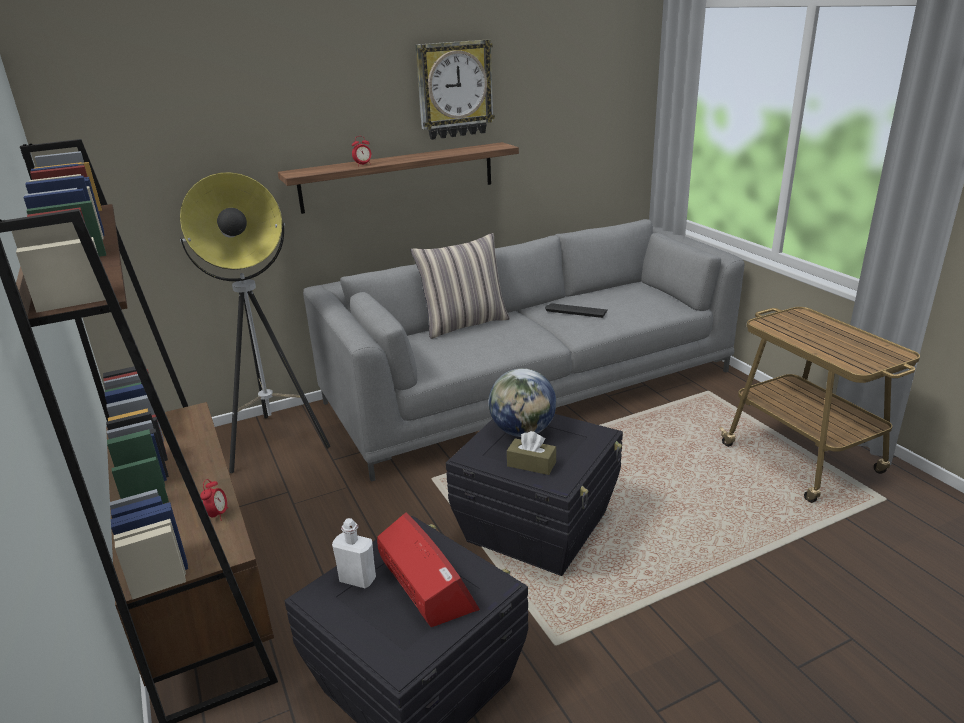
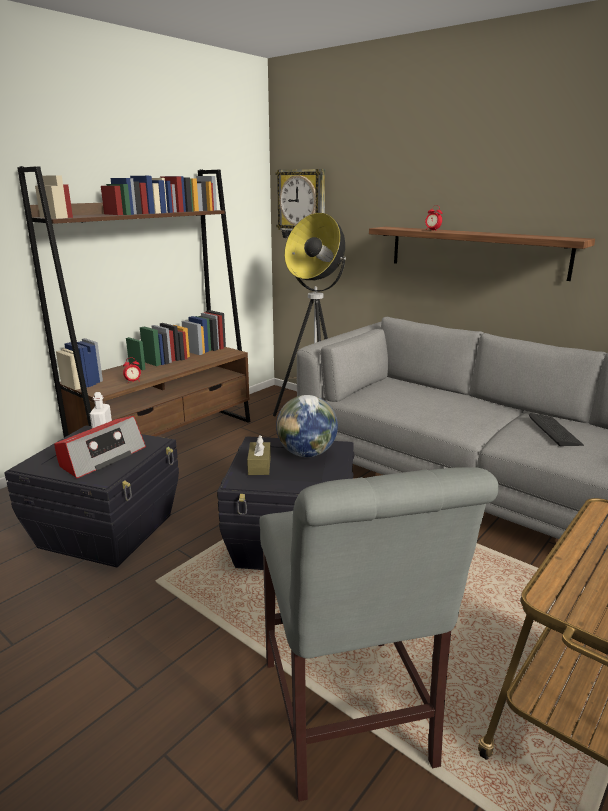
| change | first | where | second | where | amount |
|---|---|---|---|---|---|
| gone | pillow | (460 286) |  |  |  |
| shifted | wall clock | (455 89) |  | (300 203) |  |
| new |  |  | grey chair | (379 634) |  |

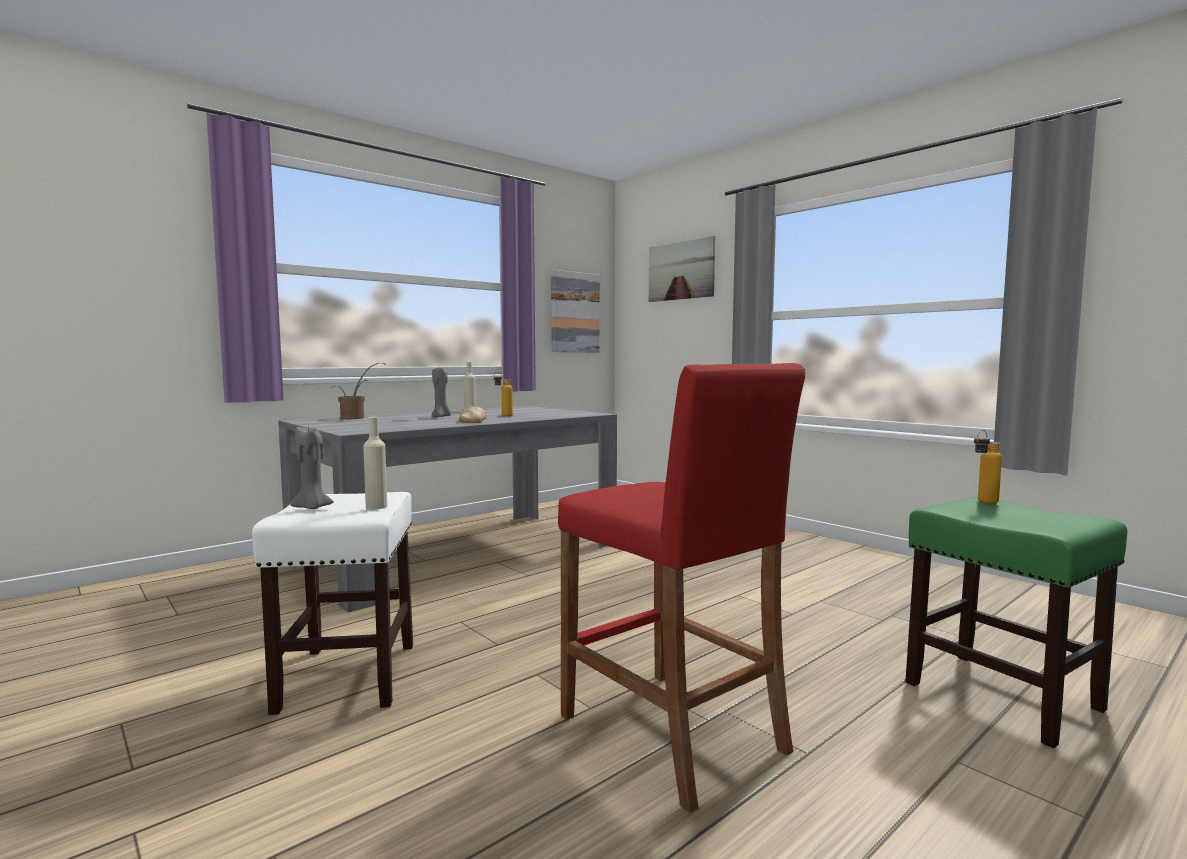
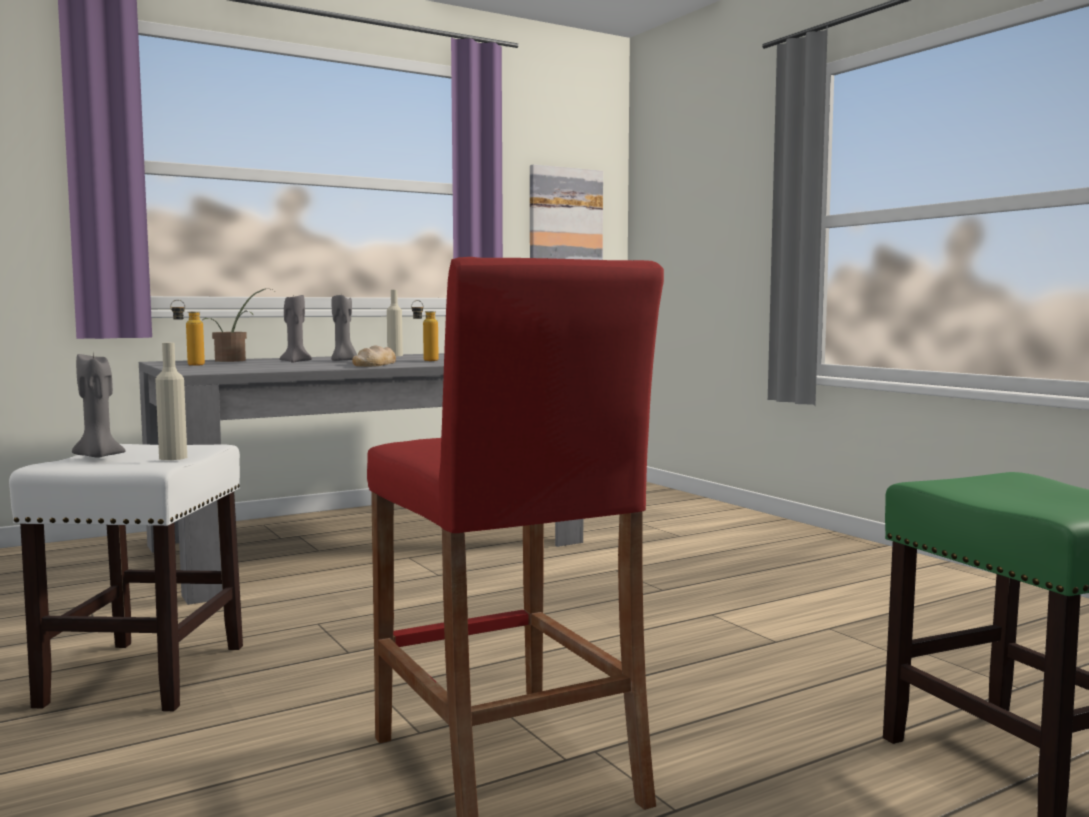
| change | first | where | second | where | amount |
|---|---|---|---|---|---|
| gone | picture | (682 269) |  |  |  |
| shifted | bottle | (988 466) |  | (187 333) |  |
| new |  |  | grey candle | (295 329) |  |

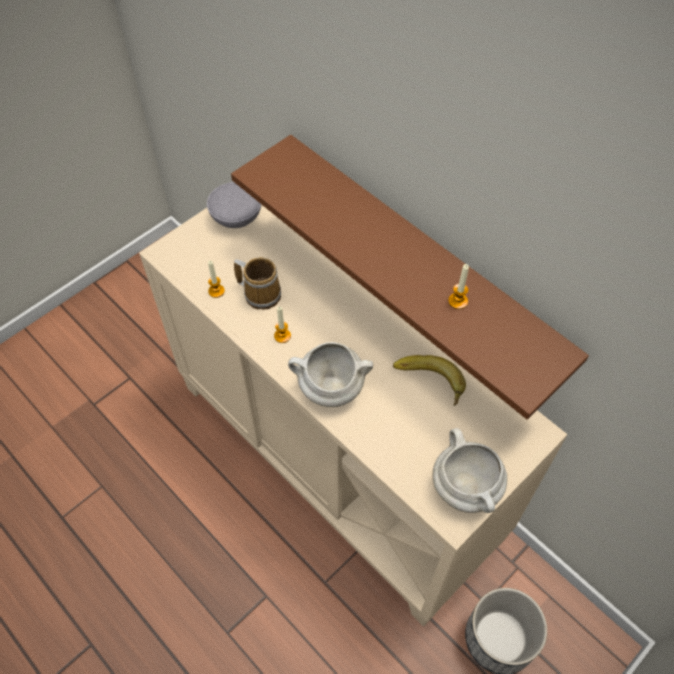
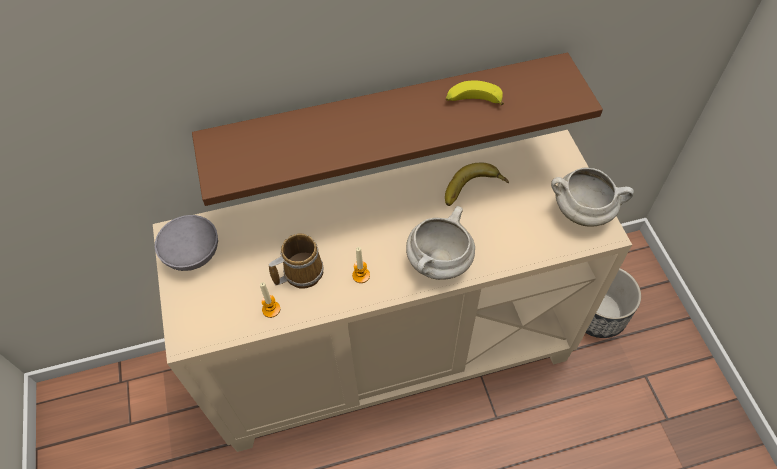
| change | first | where | second | where | amount |
|---|---|---|---|---|---|
| swapped | candle | (458 286) | banana | (475 93) |  |

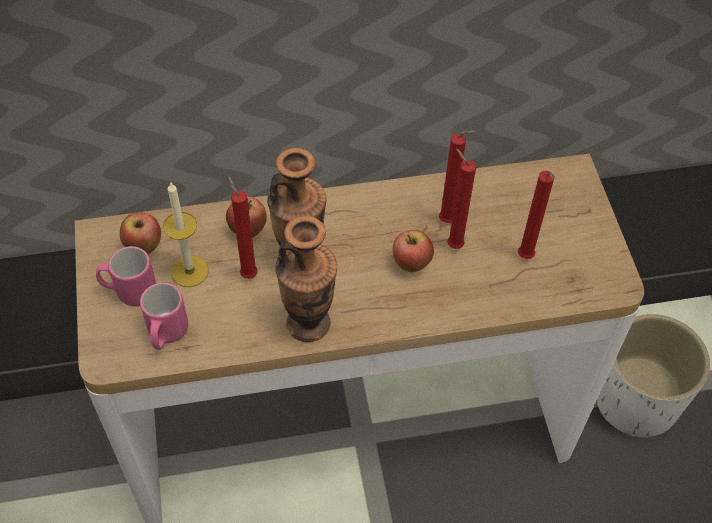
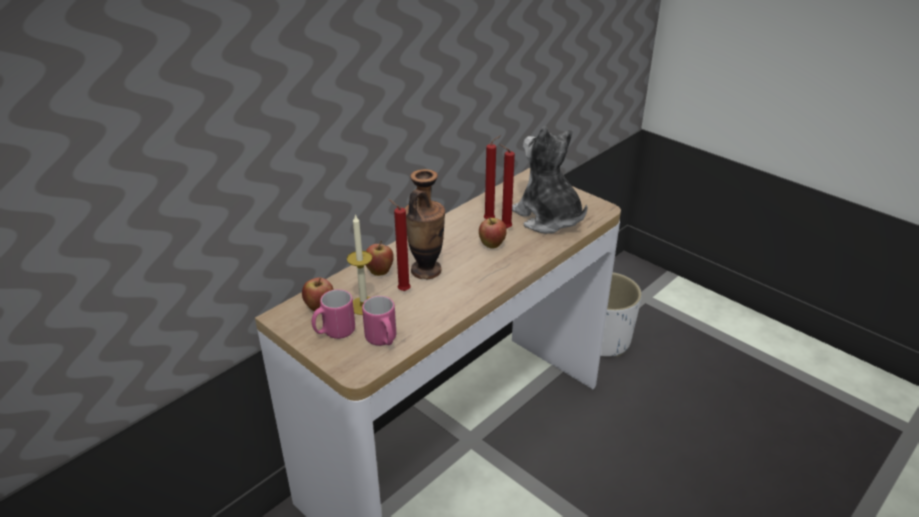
| change | first | where | second | where | amount |
|---|---|---|---|---|---|
| gone | vase | (306 279) |  |  |  |
| swapped | red candle | (536 215) | plush toy | (549 180) |  |

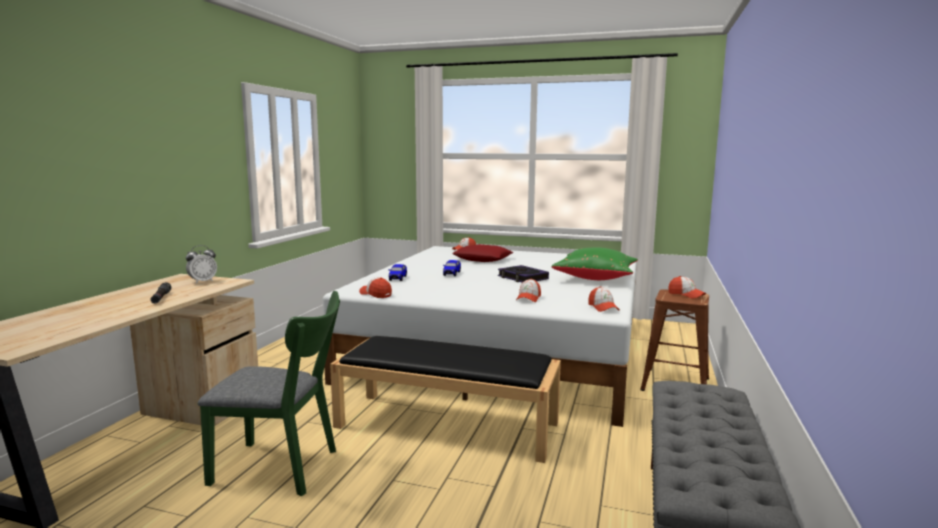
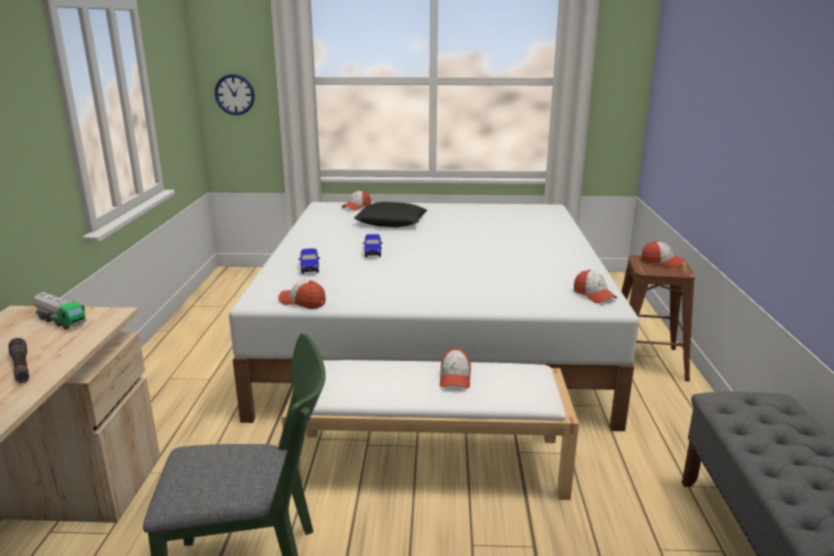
| change | first | where | second | where | amount |
|---|---|---|---|---|---|
| swapped | alarm clock | (201 264) | toy truck | (59 310) |  |
| repainted | black bench | (445 399) | white bench | (430 430) |  |
| repainted | red pillow | (482 253) | black pillow | (391 214) |  |
| gone | book | (523 274) |  |  |  |
| shifted | cap | (528 290) |  | (455 368) |  |
| gone | green pillow | (595 263) |  |  |  |
| new |  |  | wall clock | (235 94) |  |

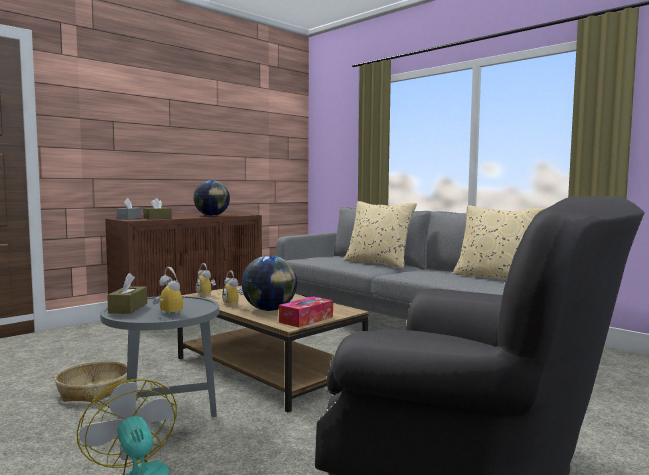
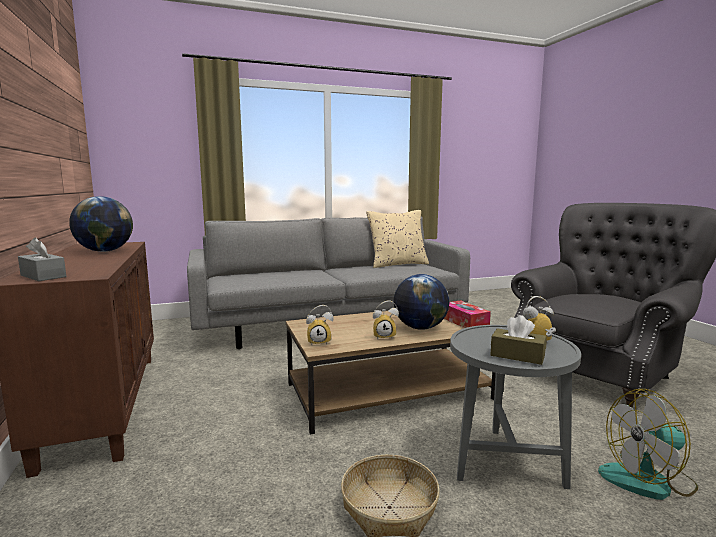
| change | first | where | second | where | amount |
|---|---|---|---|---|---|
| gone | brown tissue box | (157 209) |  |  |  |
| gone | beige pillow | (380 235) |  |  |  |

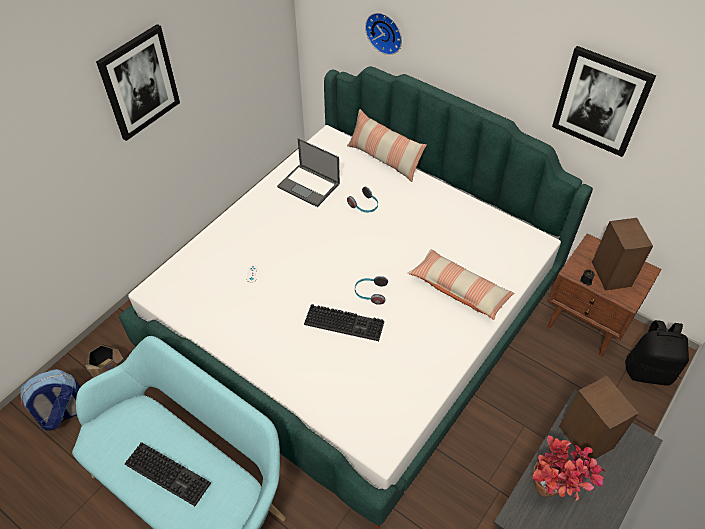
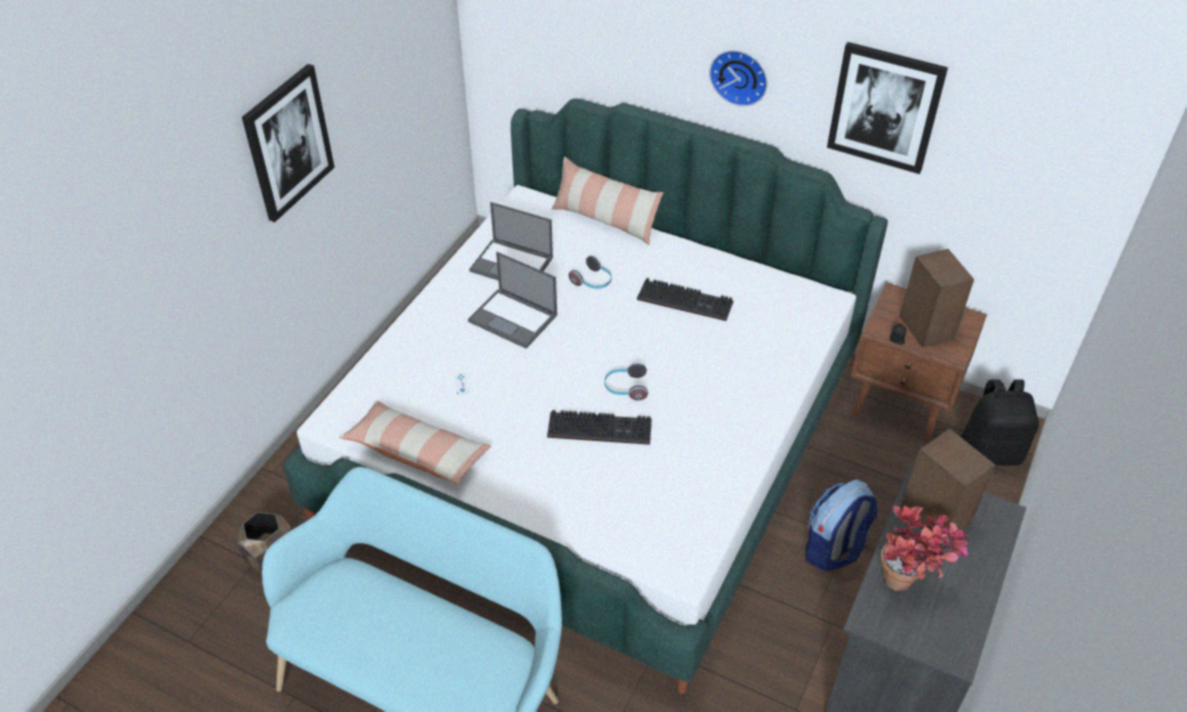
| change | first | where | second | where | amount |
|---|---|---|---|---|---|
| shifted | backpack | (50 400) |  | (841 525) |  |
| shifted | keyboard | (168 474) |  | (685 299) |  |
| shifted | wall clock | (383 34) |  | (738 78) |  |
| shifted | pillow | (461 284) |  | (415 443) |  |
| new |  |  | laptop | (512 300) |  |

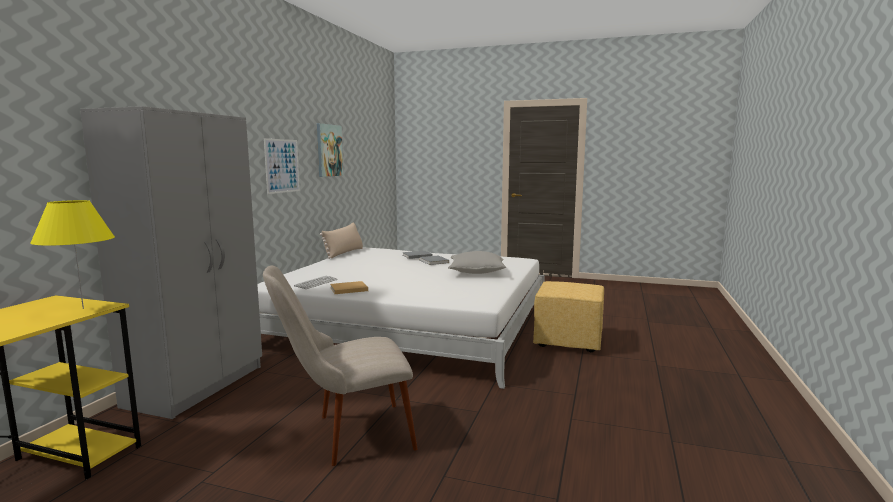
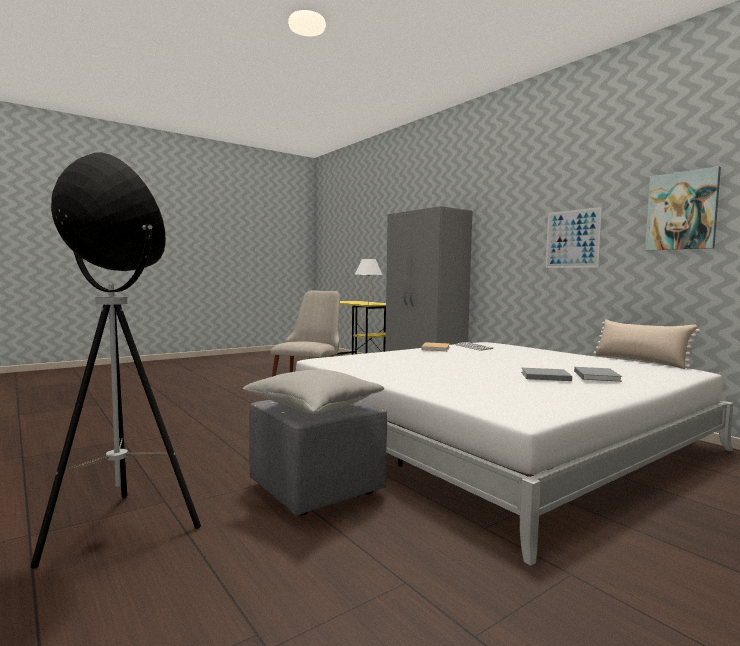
| change | first | where | second | where | amount |
|---|---|---|---|---|---|
| repainted | yellow table lamp | (72 254) | white table lamp | (368 277) |  |
| shifted | grey pillow | (477 262) |  | (313 391) |  |
| repainted | yellow ottoman | (568 316) | grey ottoman | (318 458) |  |
| new |  |  | floor lamp | (115 360) |  |

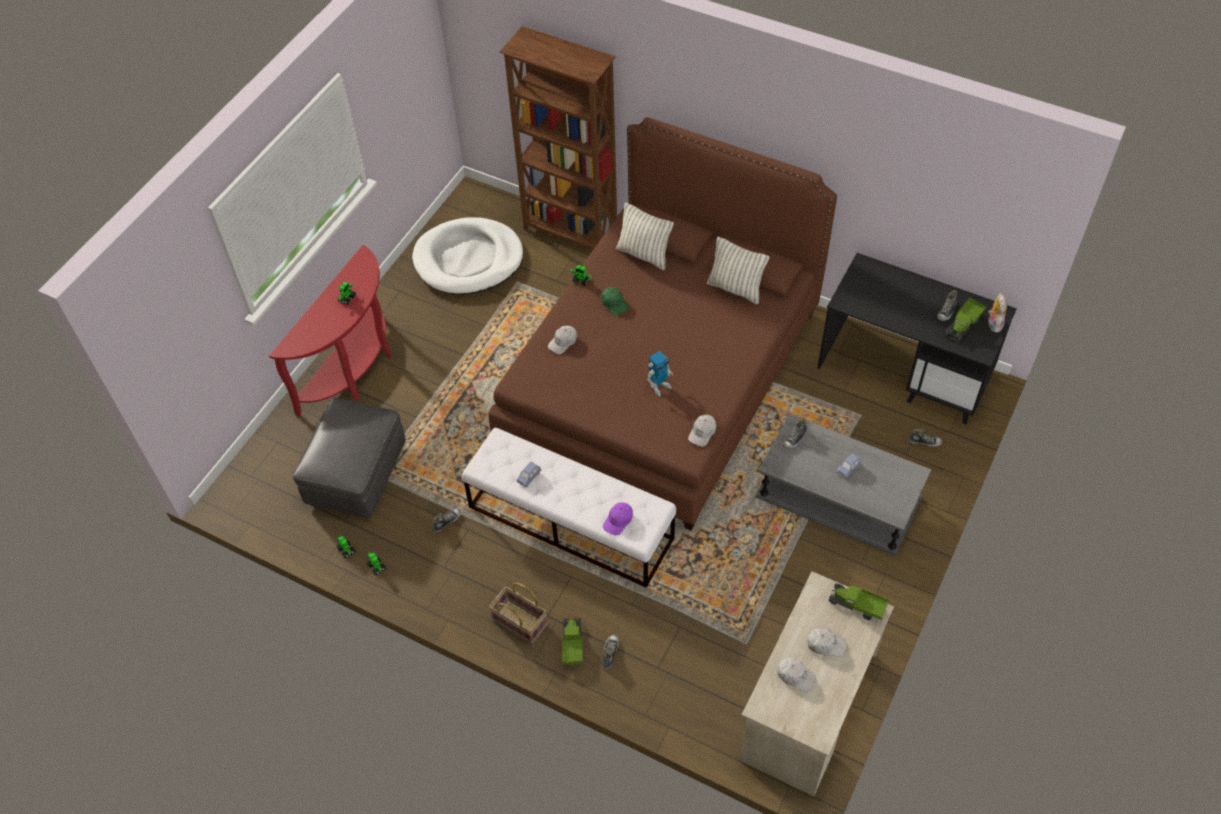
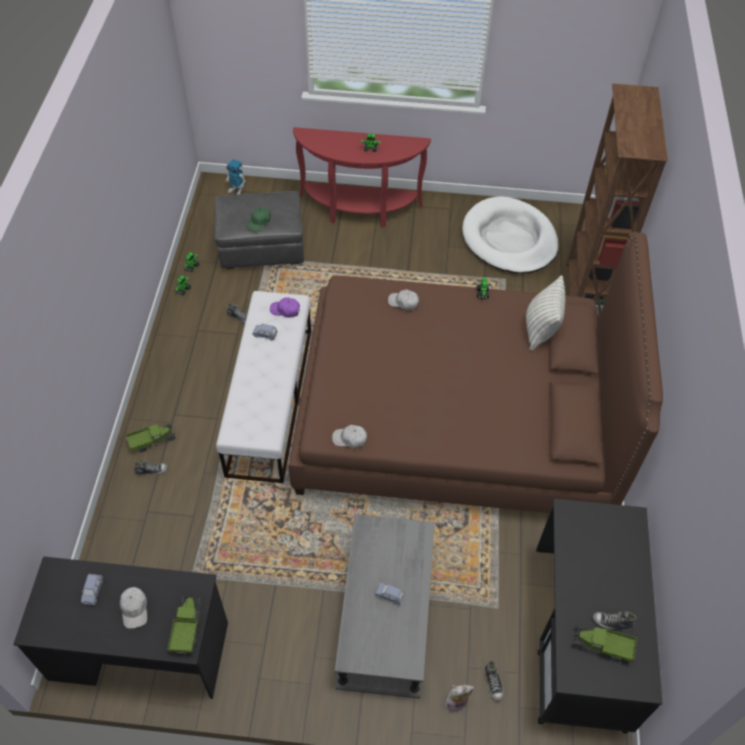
| change | first | where | second | where | amount |
|---|---|---|---|---|---|
| gone | basket | (518 613) |  |  |  |
| shifted | green cap | (615 301) |  | (259 219) |  |
| shifted | purple cap | (618 519) |  | (285 307) |  |
| shifted | toy robot | (660 374) |  | (236 177) |  |
| gone | pillow | (738 270) |  |  |  |
| repainted | beige desk | (817 684) | black desk | (120 627) |  |
| swapped | white cap | (796 675) | blue toy car | (92 589) |  |
| gone | shoe | (795 434) |  |  |  |
| shifted | plush toy | (997 313) |  | (459 698) |  |

